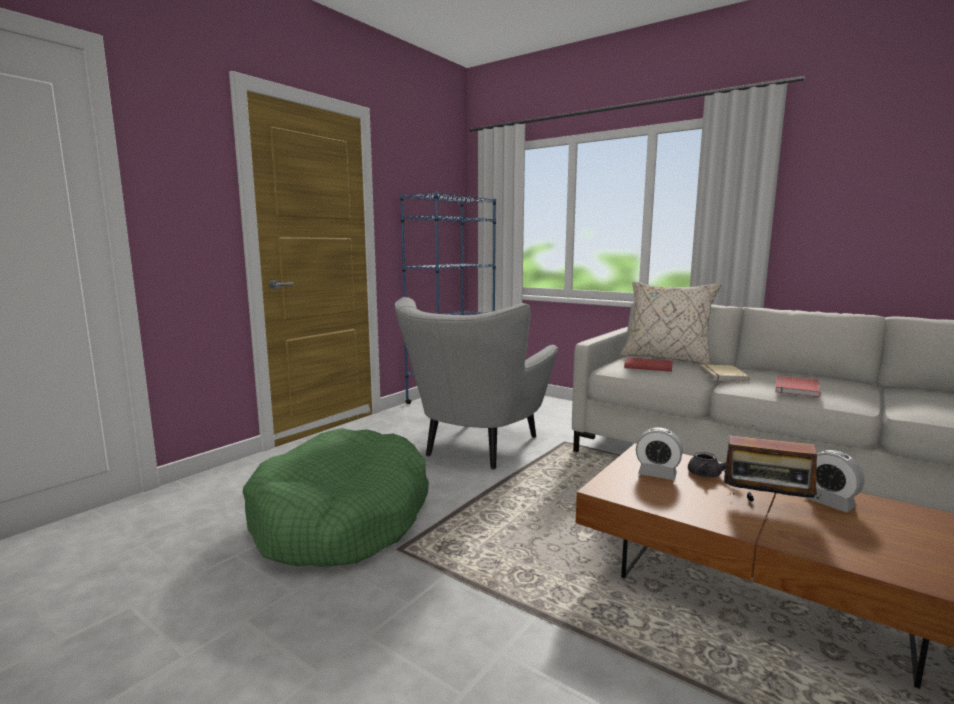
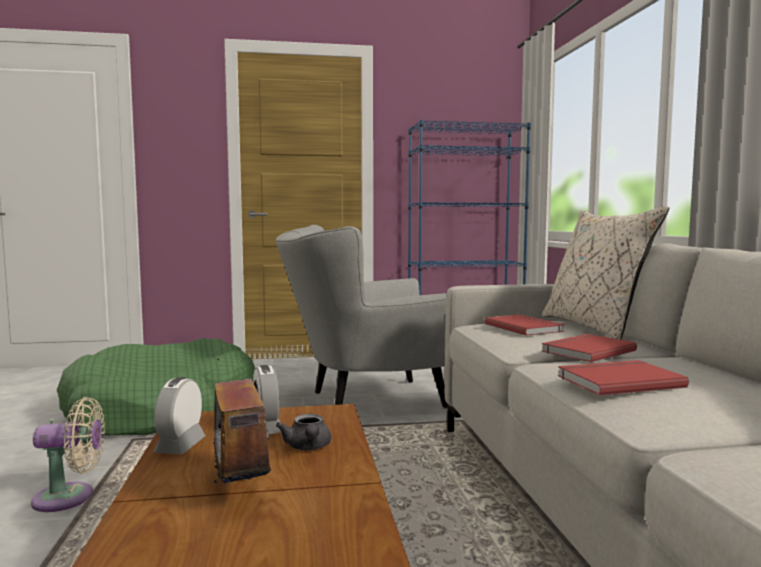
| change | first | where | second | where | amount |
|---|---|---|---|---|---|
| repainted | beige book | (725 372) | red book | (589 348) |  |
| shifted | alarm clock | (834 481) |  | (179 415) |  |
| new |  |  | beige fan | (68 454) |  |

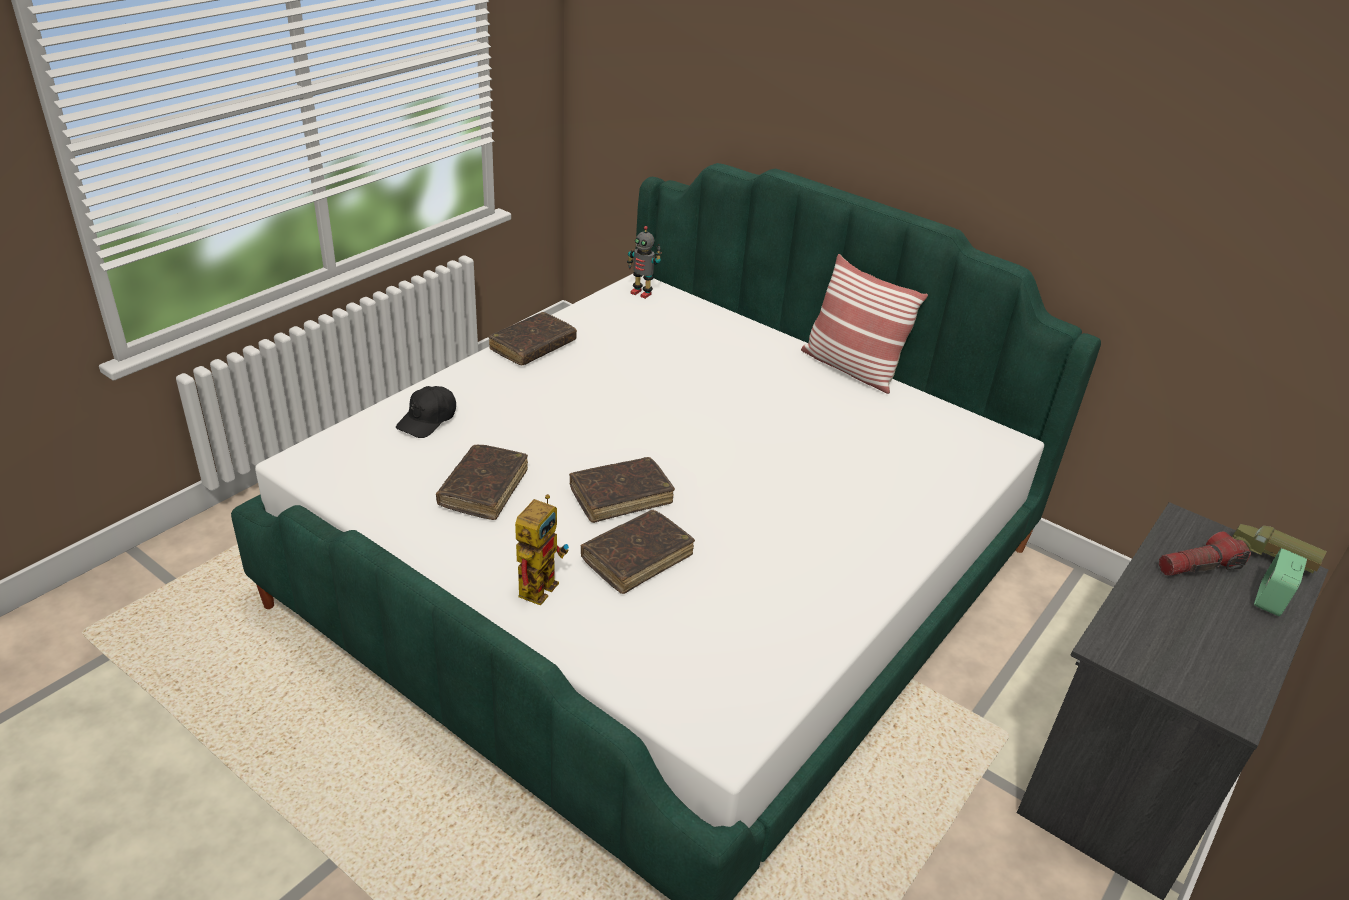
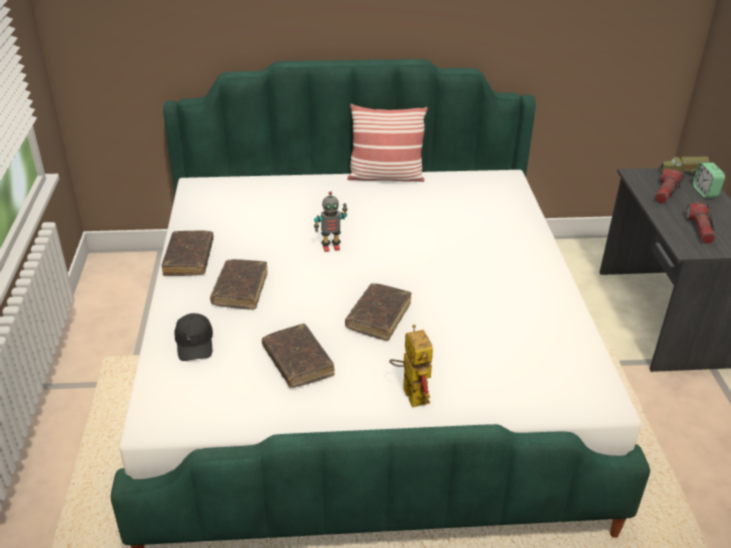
| change | first | where | second | where | amount |
|---|---|---|---|---|---|
| shifted | brown book | (638 552) |  | (239 284) |  |
| shifted | toy robot | (644 262) |  | (331 221) |  |
| new |  |  | flashlight | (700 223) |  |

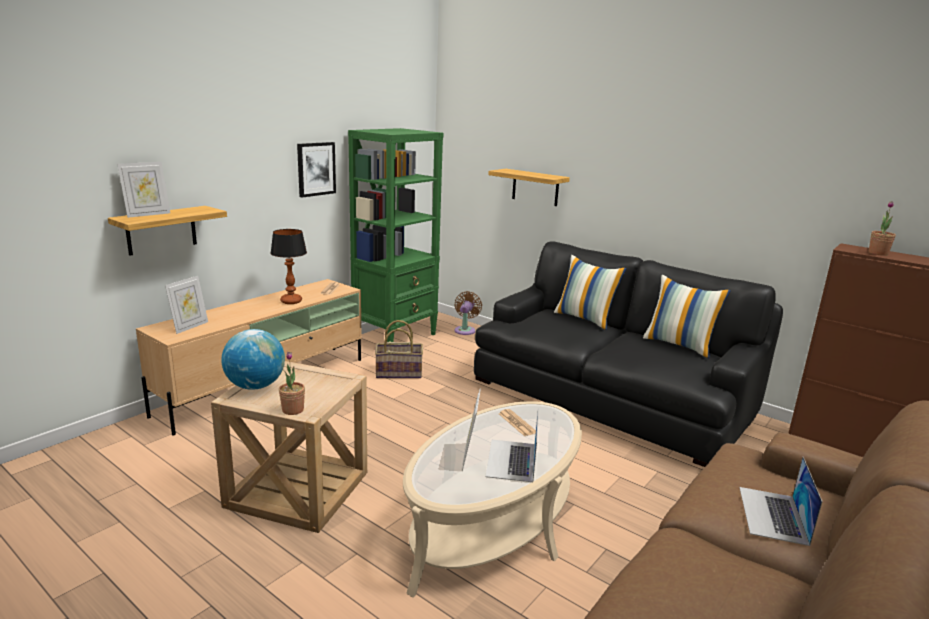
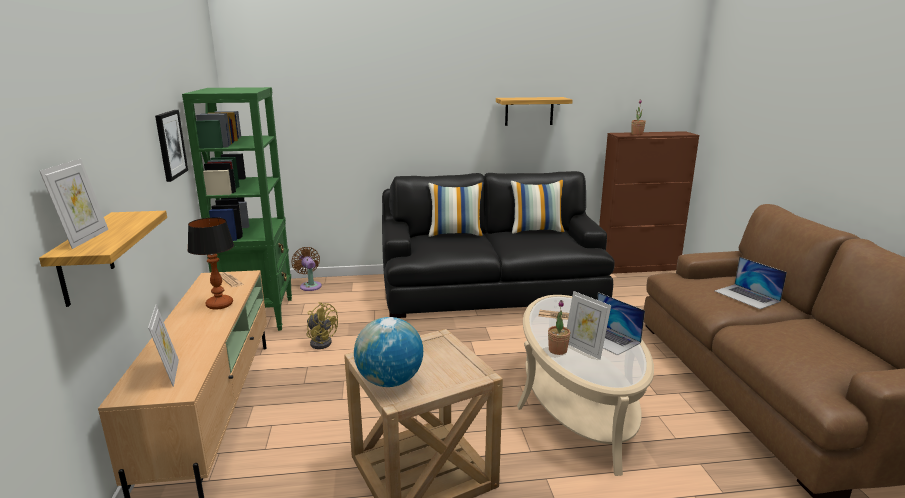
| change | first | where | second | where | amount |
|---|---|---|---|---|---|
| shifted | potted plant | (292 383) |  | (559 327) |  |
| swapped | basket | (399 349) | yellow fan | (322 325) |  |
| shifted | shelf | (529 187) |  | (534 111) |  |

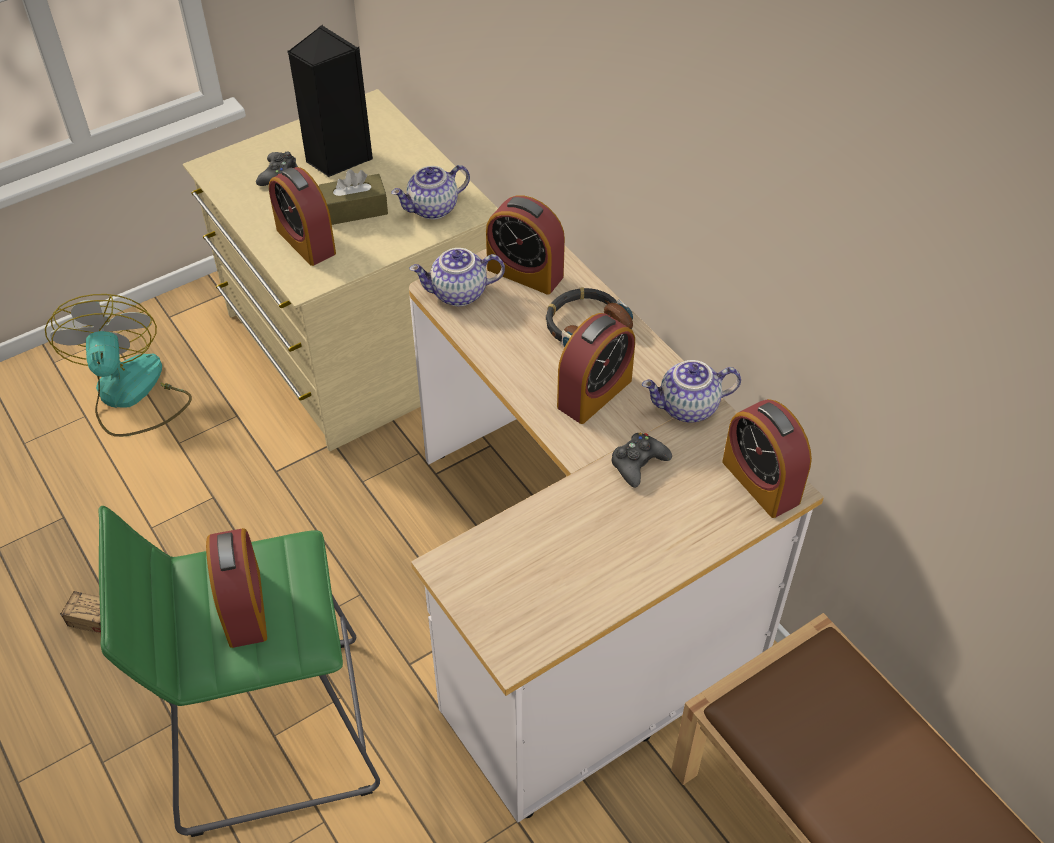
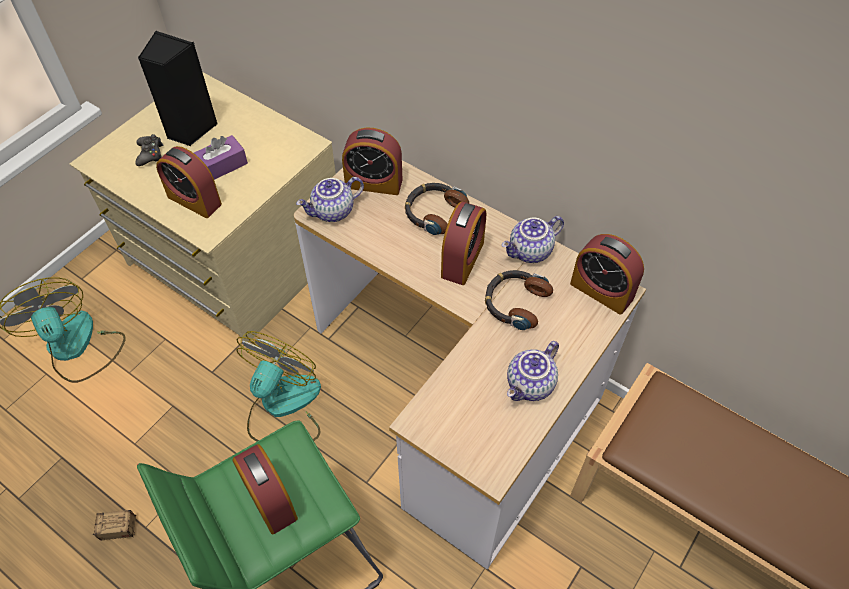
| change | first | where | second | where | amount |
|---|---|---|---|---|---|
| repainted | brown tissue box | (353 197) | purple tissue box | (221 157) |  |
| shifted | teapot | (430 192) |  | (533 371) |  |
| swapped | black game controller | (642 460) | headphones | (519 300) |  |
| new |  |  | fan | (278 386) |  |

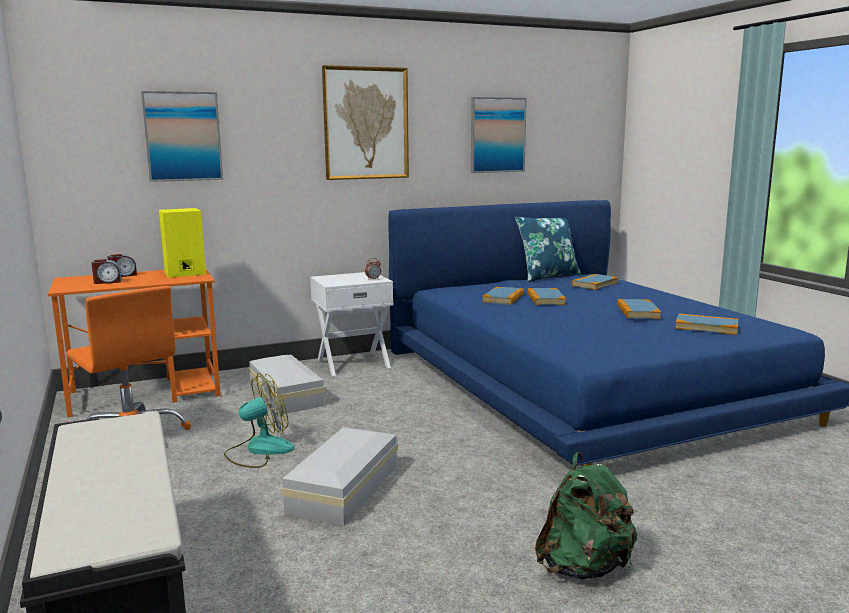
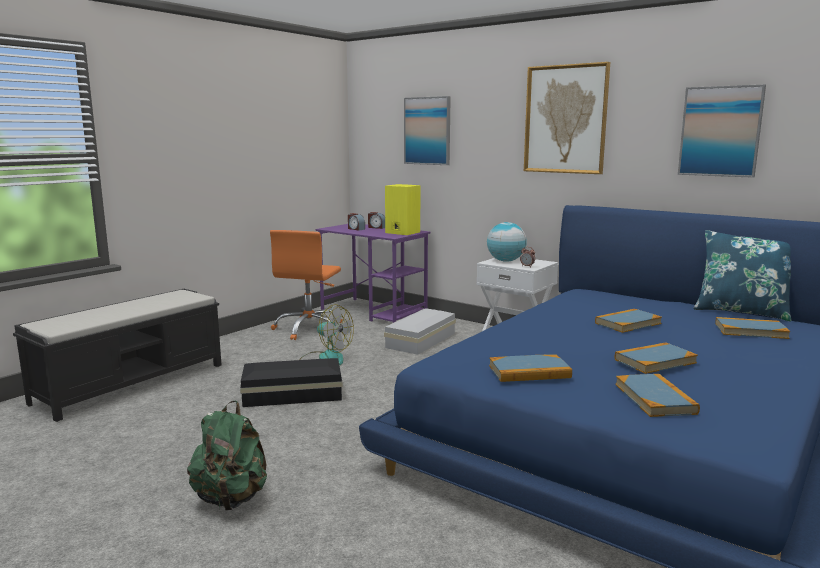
| change | first | where | second | where | amount |
|---|---|---|---|---|---|
| repainted | orange desk | (134 343) | purple desk | (373 273) |  |
| repainted | white storage box | (339 476) | black storage box | (291 382) |  |
| shifted | book | (503 296) |  | (530 368) |  |
| new |  |  | globe | (507 242) |  |

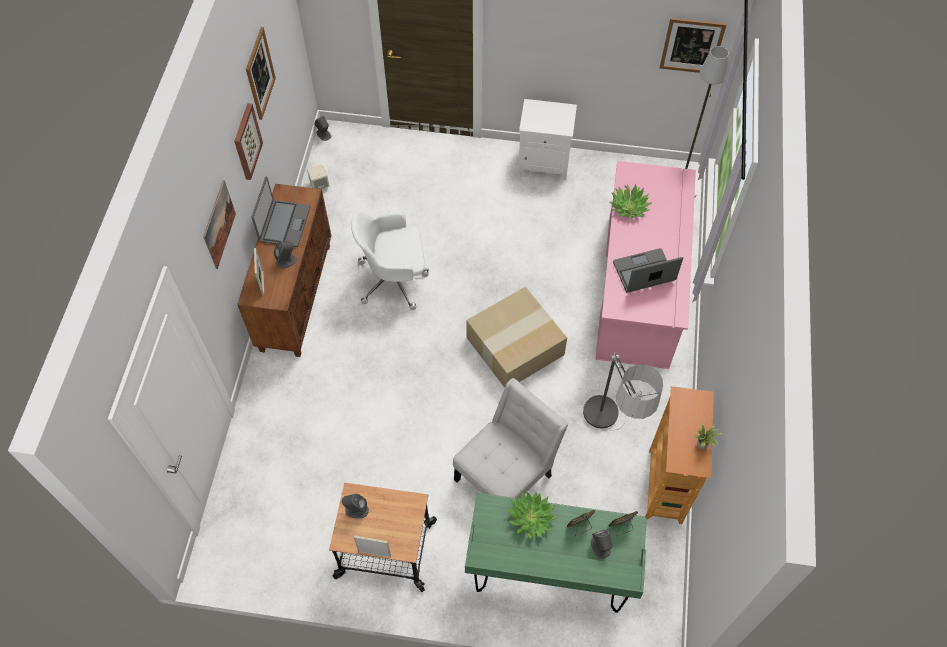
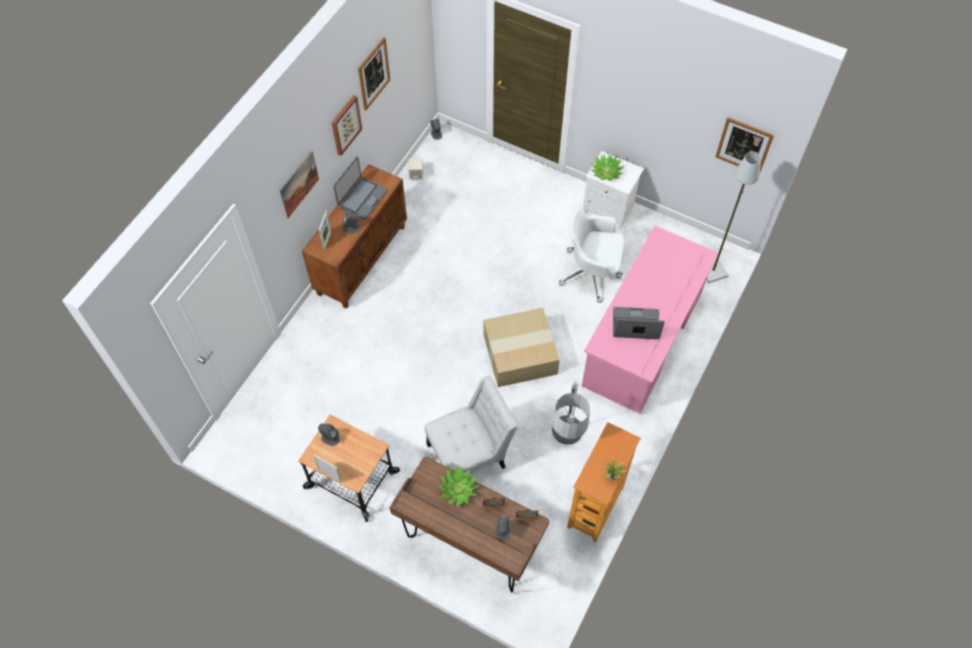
| change | first | where | second | where | amount |
|---|---|---|---|---|---|
| shifted | white office chair | (390 260) |  | (591 255) |  |
| repainted | green desk | (555 553) | brown desk | (469 524) |  |
| shifted | potted plant | (631 201) |  | (607 167) |  |

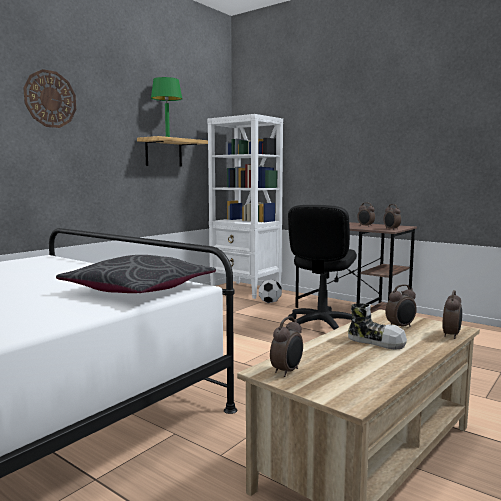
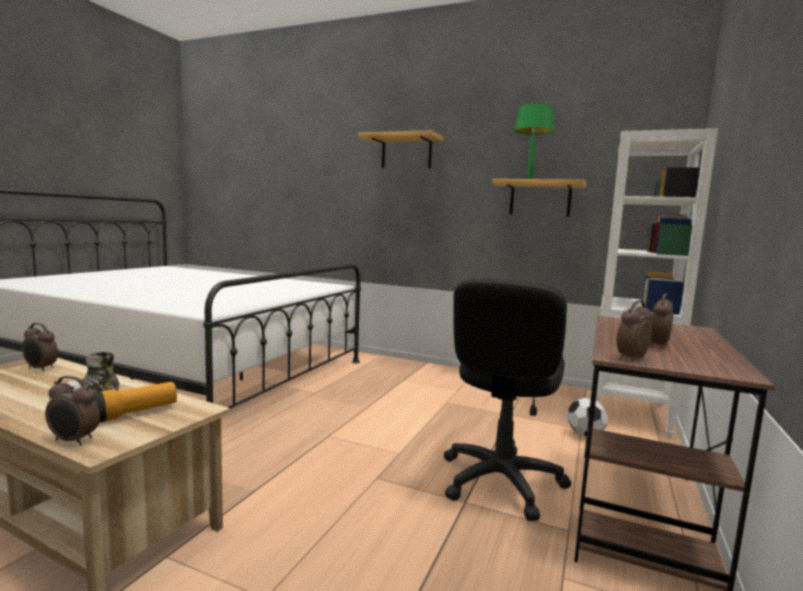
| change | first | where | second | where | amount |
|---|---|---|---|---|---|
| swapped | wall clock | (49 98) | shelf | (400 149) |  |
| gone | grey pillow | (136 274) |  |  |  |
| rotated | black office chair | (322 267) |  | (507 399) | 75 degrees counterclockwise |
| swapped | alarm clock | (401 305) | flashlight | (136 402) |  |

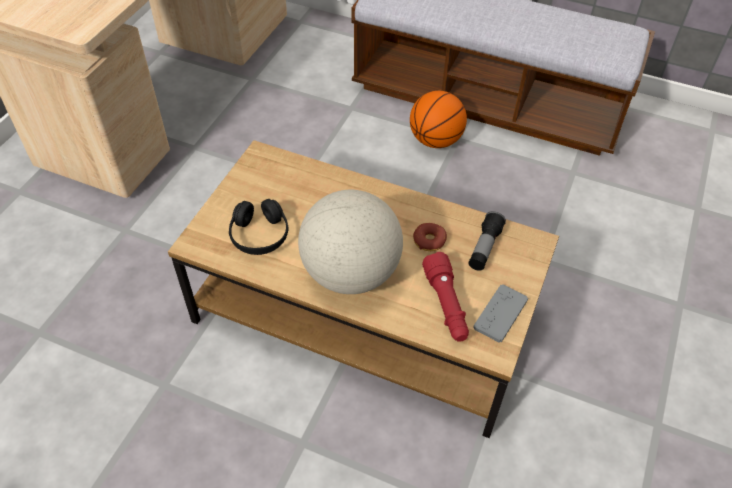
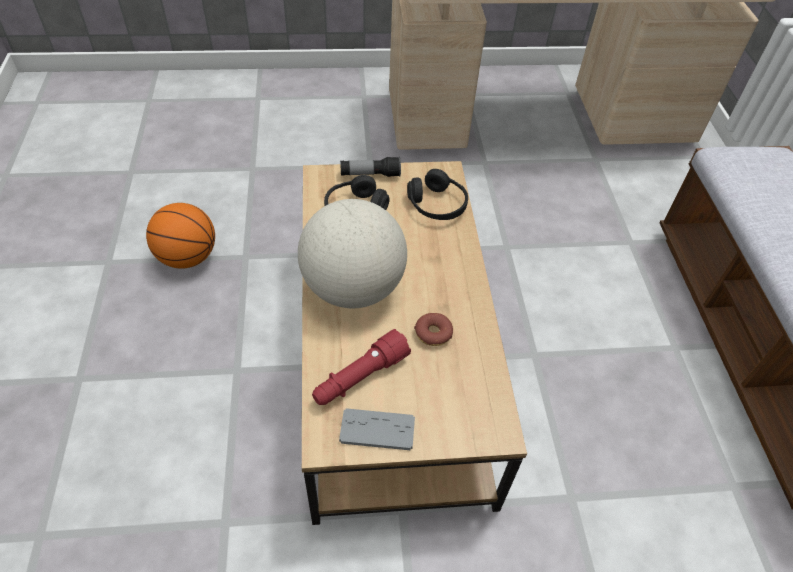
| change | first | where | second | where | amount |
|---|---|---|---|---|---|
| shifted | basketball | (438 119) |  | (180 236) |  |
| shifted | flashlight | (487 241) |  | (370 167) |  |
| new |  |  | black headphones | (437 194) |  |

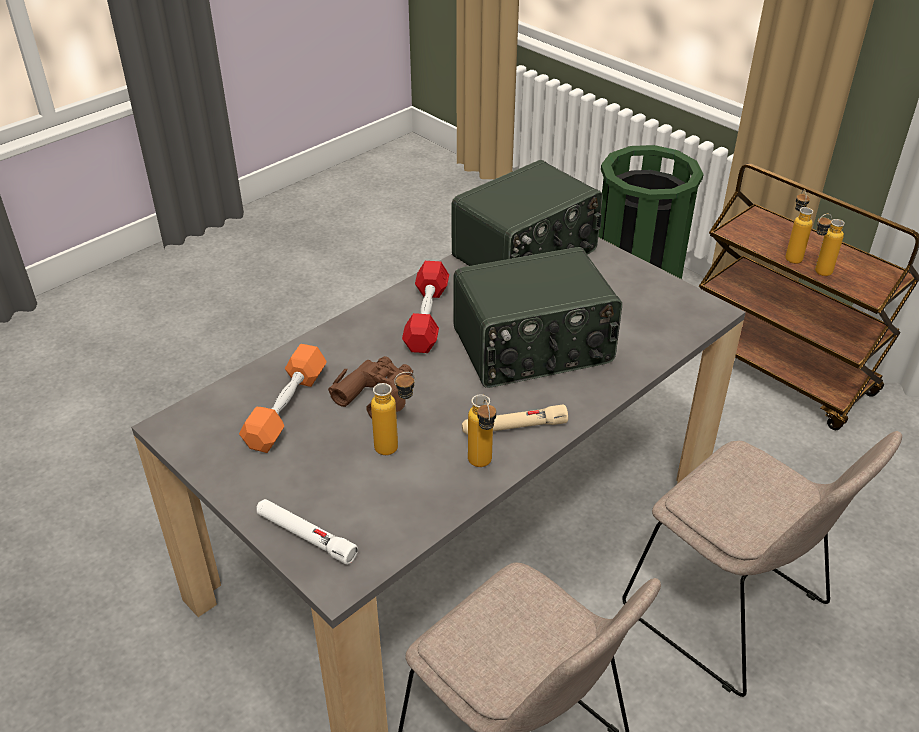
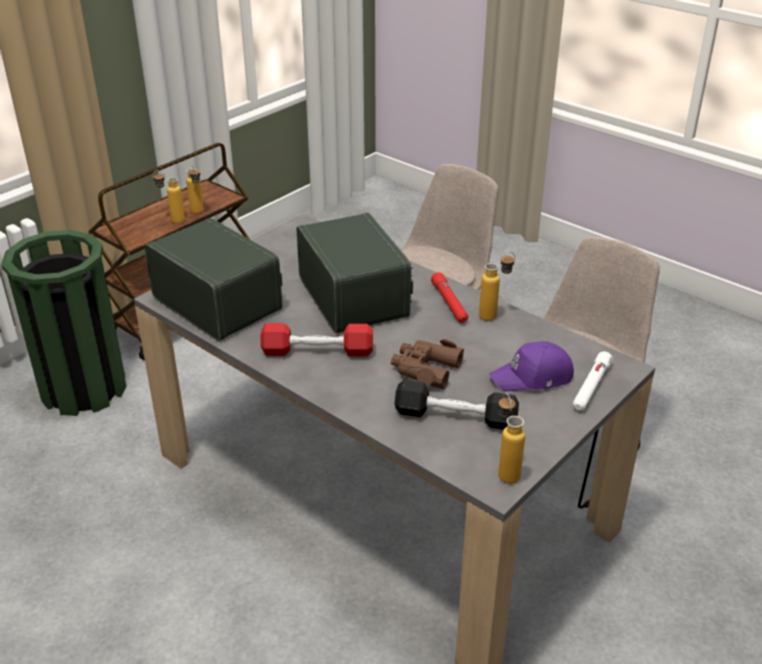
| change | first | where | second | where | amount |
|---|---|---|---|---|---|
| repainted | orange dumbbell | (283 398) | black dumbbell | (457 405) |  |
| shifted | bottle | (393 413) |  | (511 438) |  |
| repainted | beige flashlight | (515 420) | red flashlight | (449 297) |  |
| new |  |  | purple cap | (531 366) |  |

